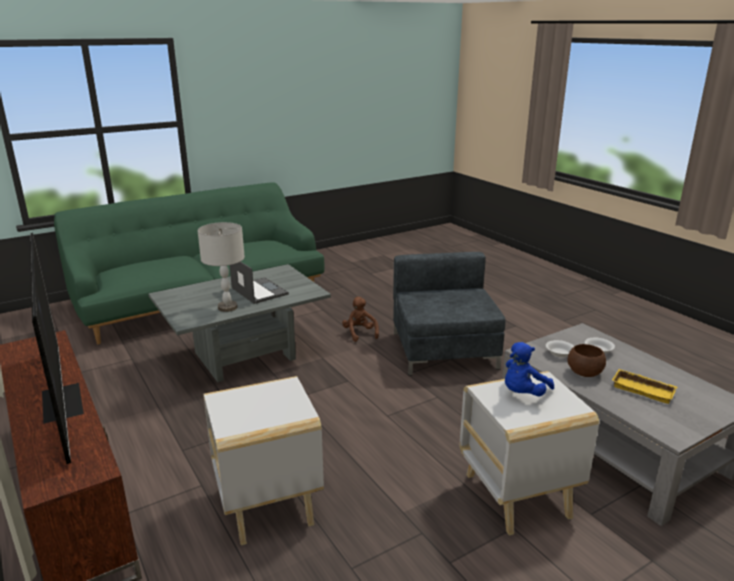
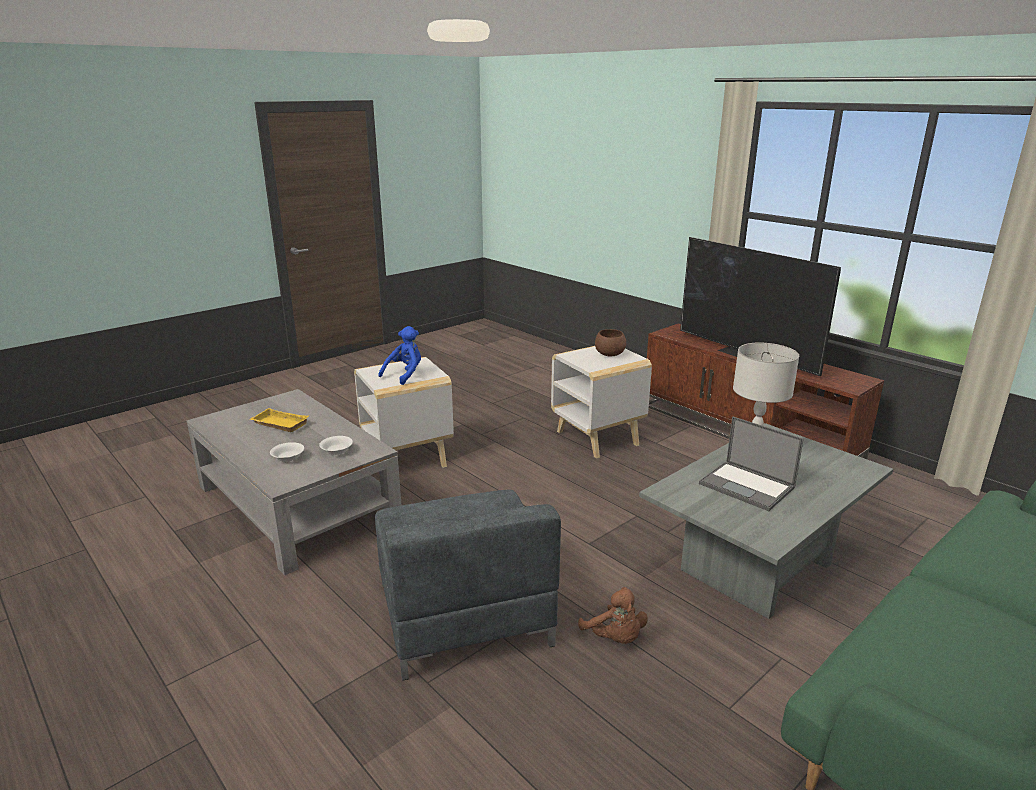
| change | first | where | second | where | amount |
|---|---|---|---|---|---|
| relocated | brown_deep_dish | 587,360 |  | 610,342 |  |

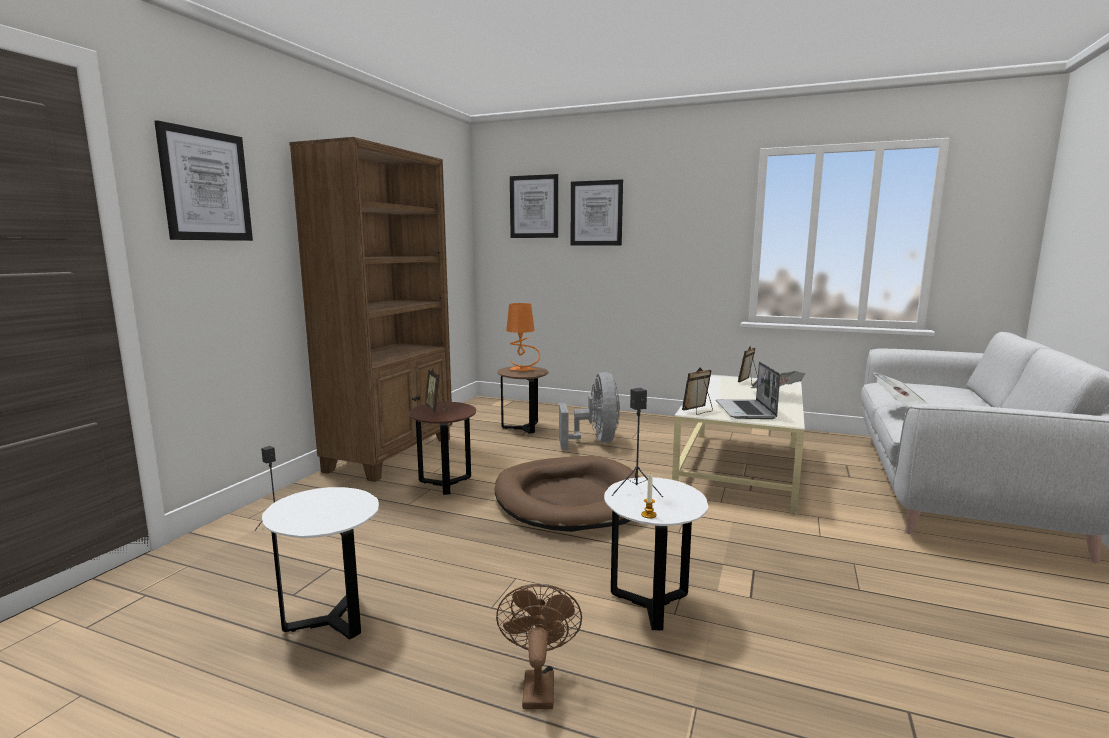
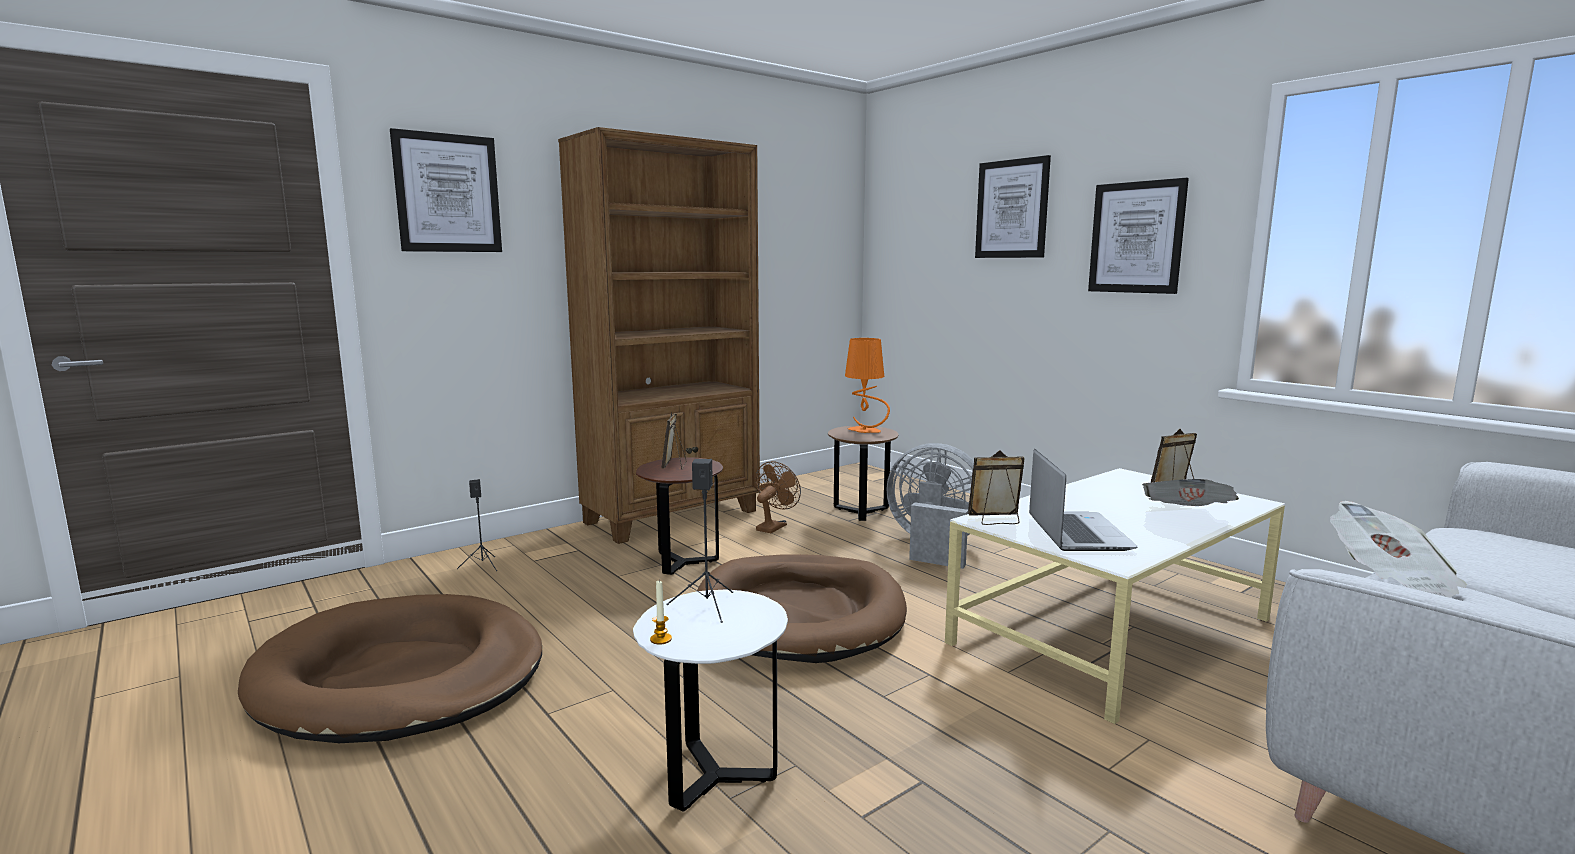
| change | first | where | second | where | amount |
|---|---|---|---|---|---|
| relocated | picture | 534,206 |  | 1138,236 |  |
| spun | notebook_computer | 748,390 |  | 1083,500 | 150 degrees clockwise |
| spun | greyish_electric_fan | 589,411 |  | 930,506 | 90 degrees counterclockwise |
| exchanged | whitish_end_table | 320,563 | brown_dog_bed | 390,668 |  |
| relocated | brown_electric_fan | 539,646 |  | 778,497 |  |

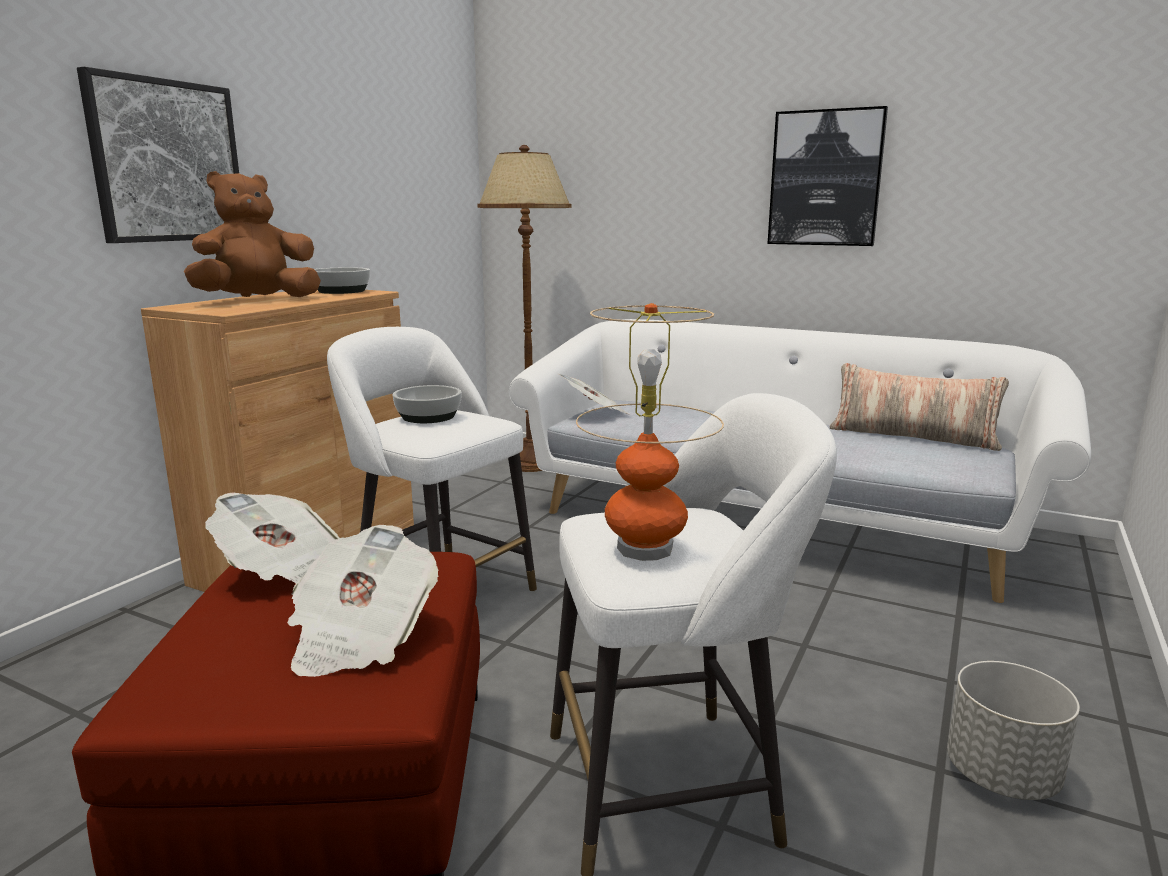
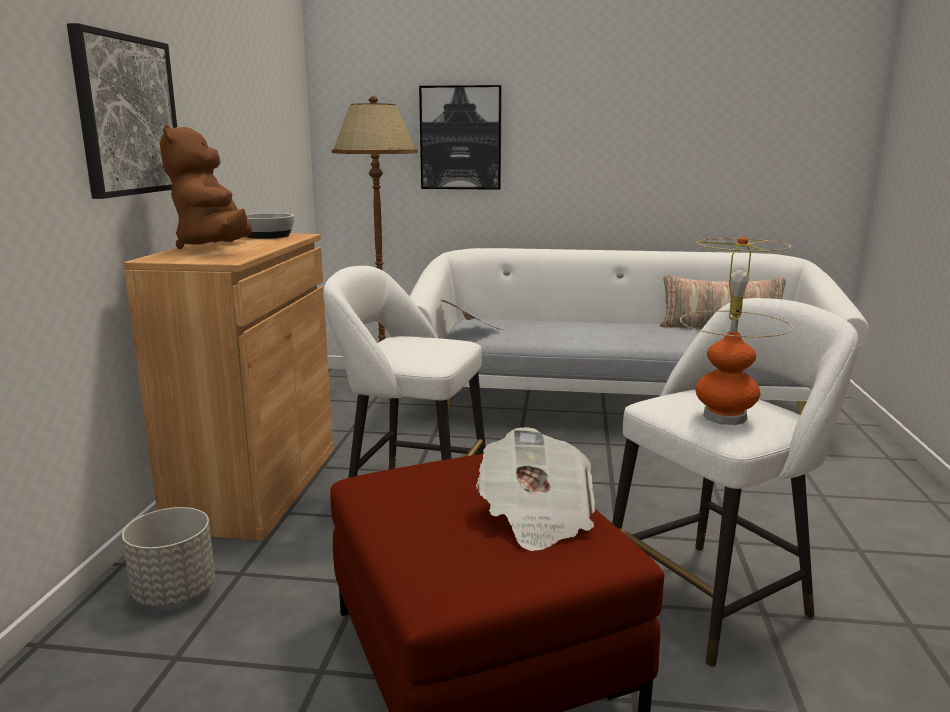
| change | first | where | second | where | amount |
|---|---|---|---|---|---|
| relocated | picture | 827,176 |  | 460,137 |  |
| spun | brown_cuddly_toy | 252,234 |  | 206,186 | 45 degrees counterclockwise |
| missing | deep_dish | 427,404 |  |  |  |
| missing | daily_paper | 272,538 |  |  |  |
| relocated | greyish_planter | 1013,730 |  | 168,556 |  |

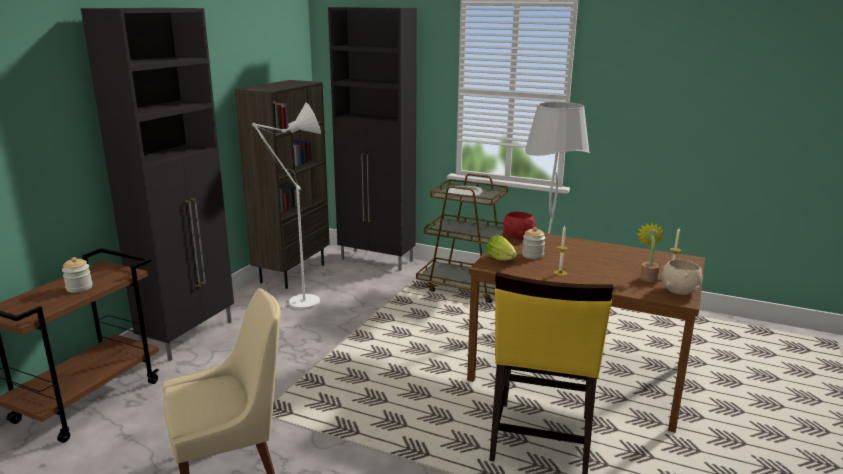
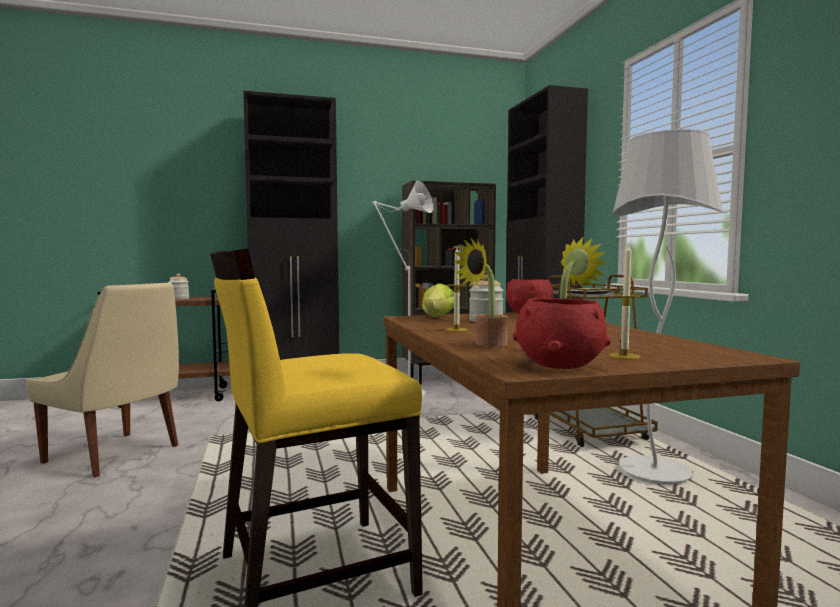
| change | first | where | second | where | amount |
|---|---|---|---|---|---|
| colour | sand-coloured_deep_dish | 682,277 | red-coloured_deep_dish | 561,333 |  |
| appeared |  |  | potted_plant | 481,292 |  |

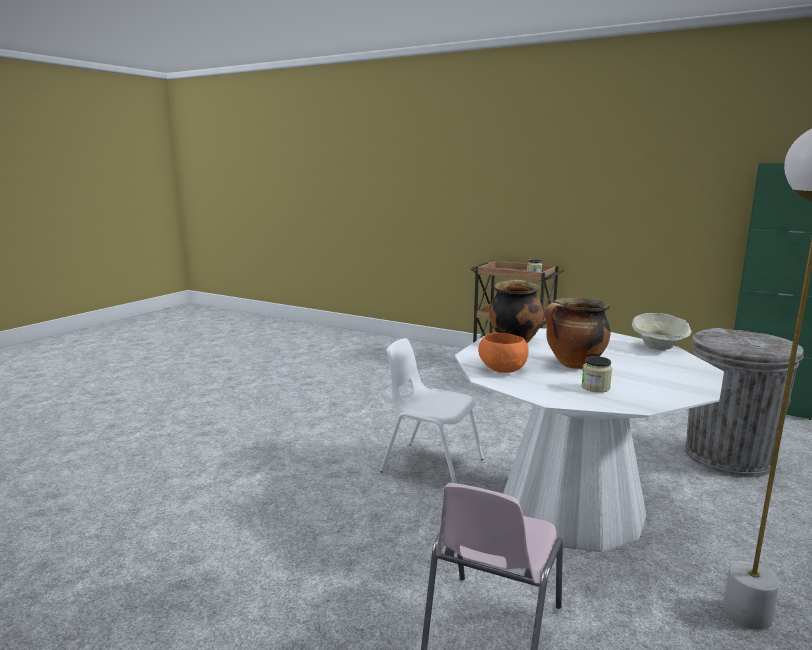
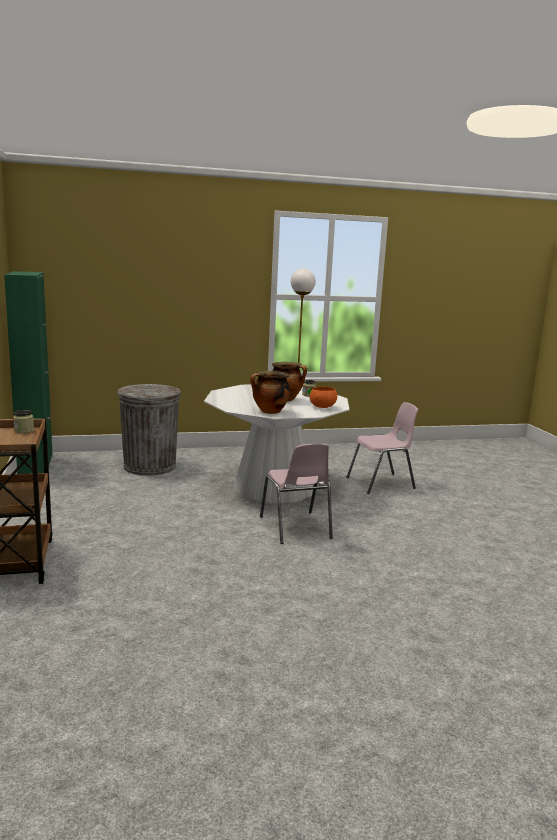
| change | first | where | second | where | amount |
|---|---|---|---|---|---|
| missing | sand-coloured_deep_dish | 661,332 |  |  |  |
| colour | whitish_plain_chair | 432,410 | pink-coloured_plain_chair | 296,493 |  |

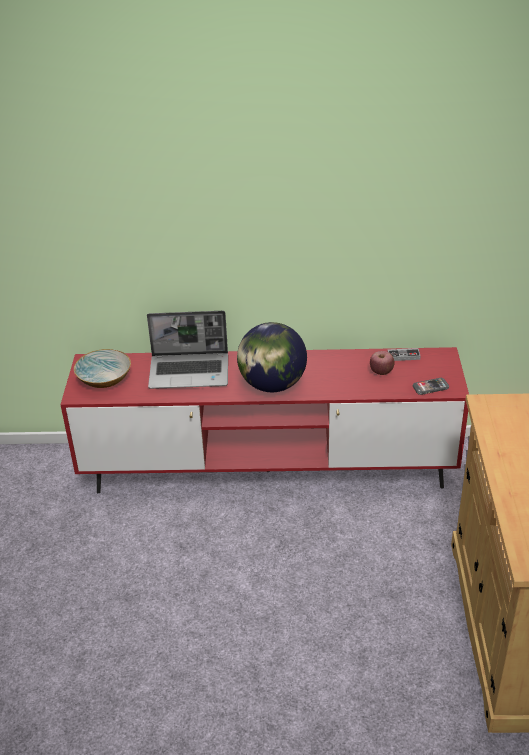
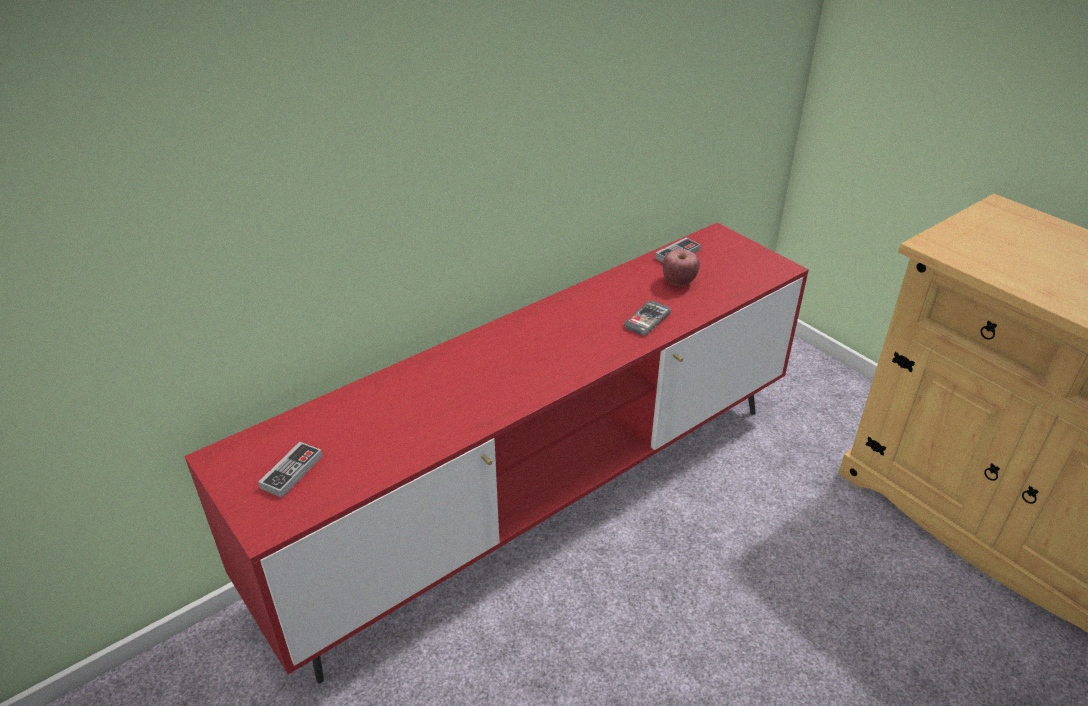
| change | first | where | second | where | amount |
|---|---|---|---|---|---|
| missing | notebook_computer | 187,350 |  |  |  |
| missing | desk_globe | 272,357 |  |  |  |
| exchanged | deep_dish | 102,368 | joypad | 290,470 |  |
| relocated | telephone | 431,386 |  | 647,318 |  |

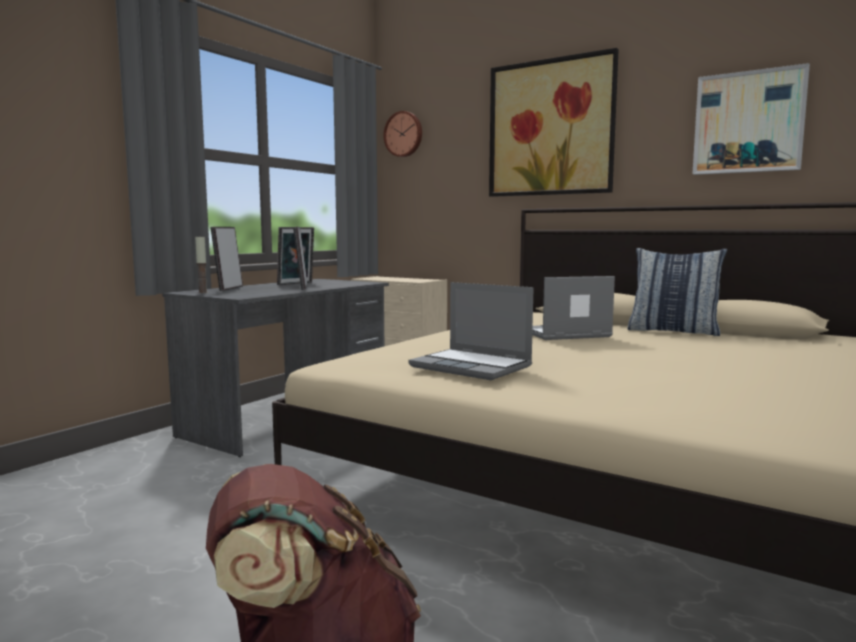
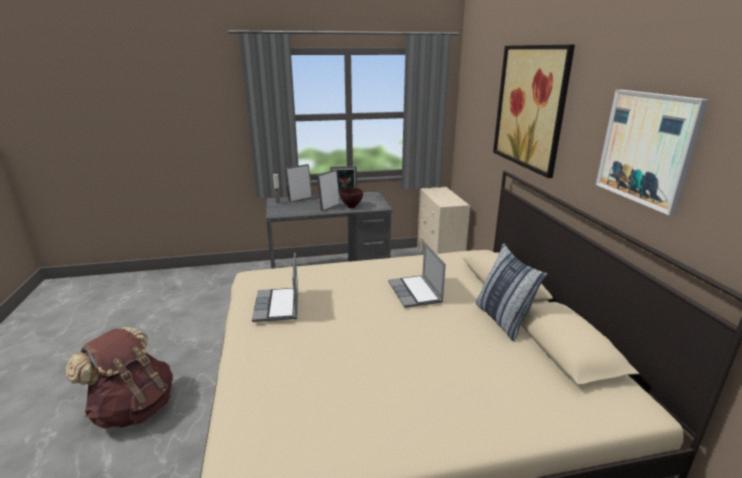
| change | first | where | second | where | amount |
|---|---|---|---|---|---|
| missing | hanging_clock | 402,134 |  |  |  |
| spun | notebook_computer | 573,308 |  | 417,275 | 135 degrees counterclockwise |
| appeared |  |  | brown_deep_dish | 351,198 |  |

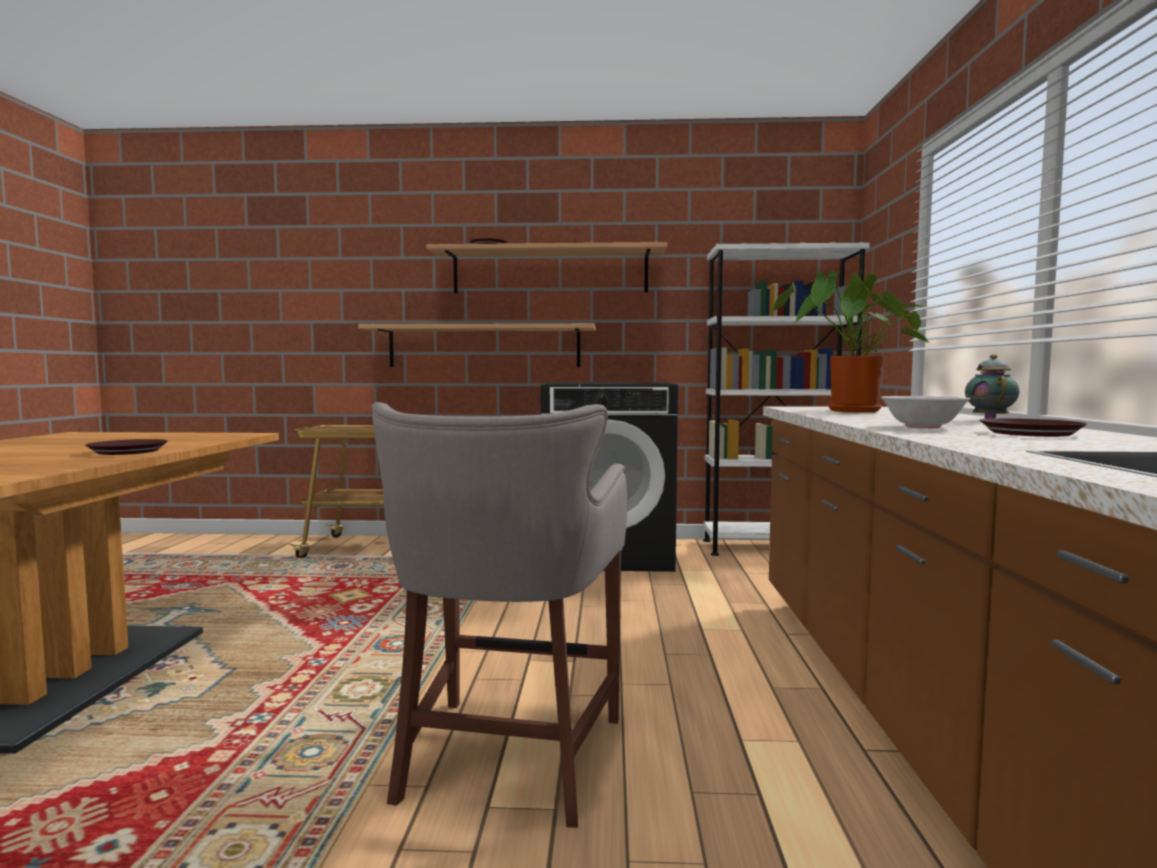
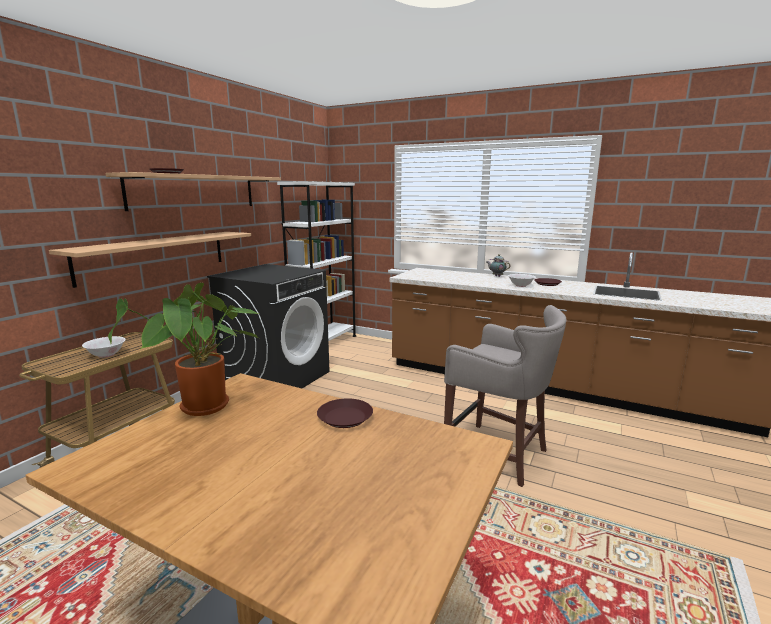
| change | first | where | second | where | amount |
|---|---|---|---|---|---|
| relocated | potted_plant | 851,341 |  | 183,349 |  |
| appeared |  |  | whitish_deep_dish | 104,347 |  |

